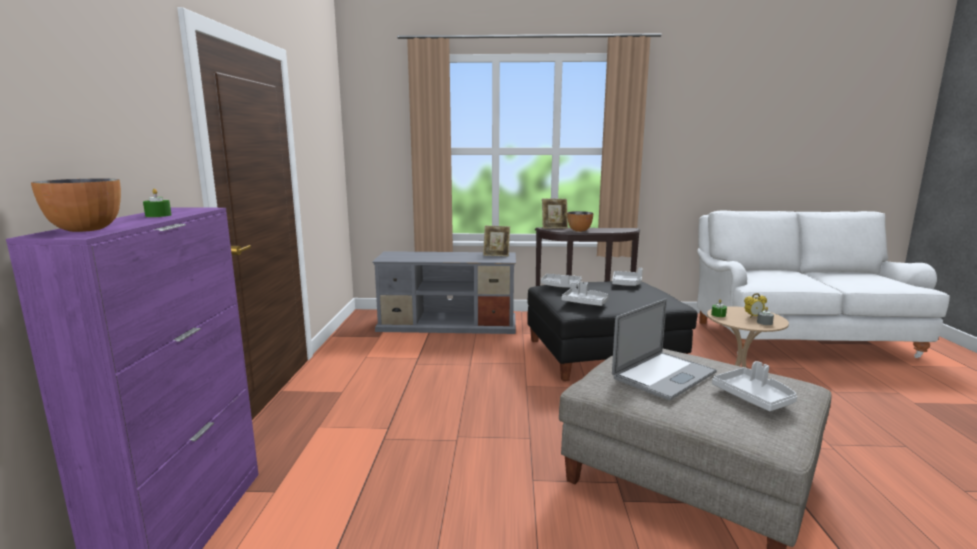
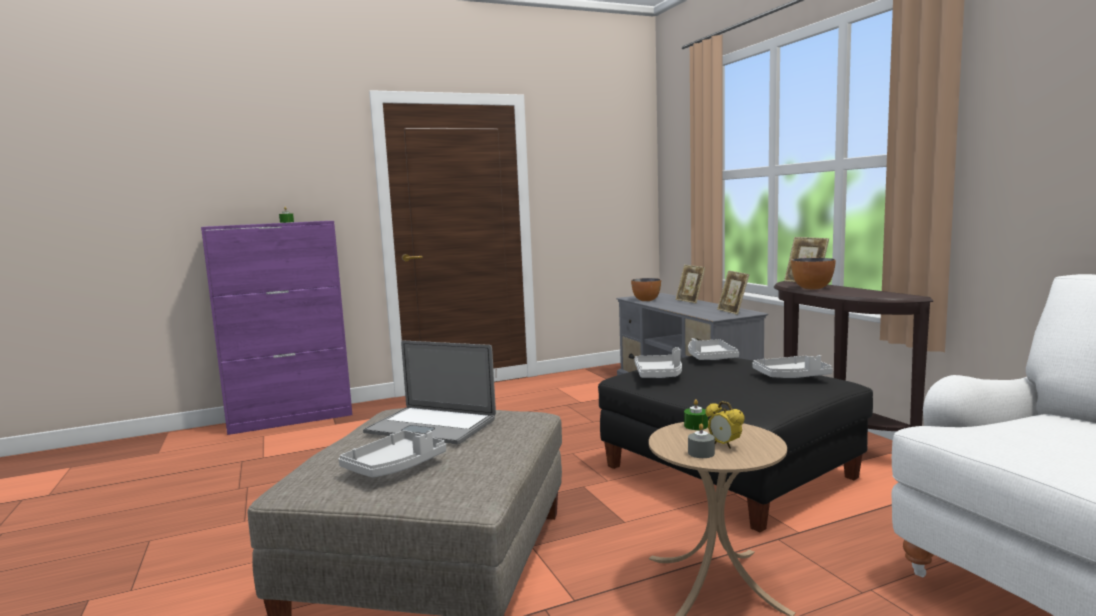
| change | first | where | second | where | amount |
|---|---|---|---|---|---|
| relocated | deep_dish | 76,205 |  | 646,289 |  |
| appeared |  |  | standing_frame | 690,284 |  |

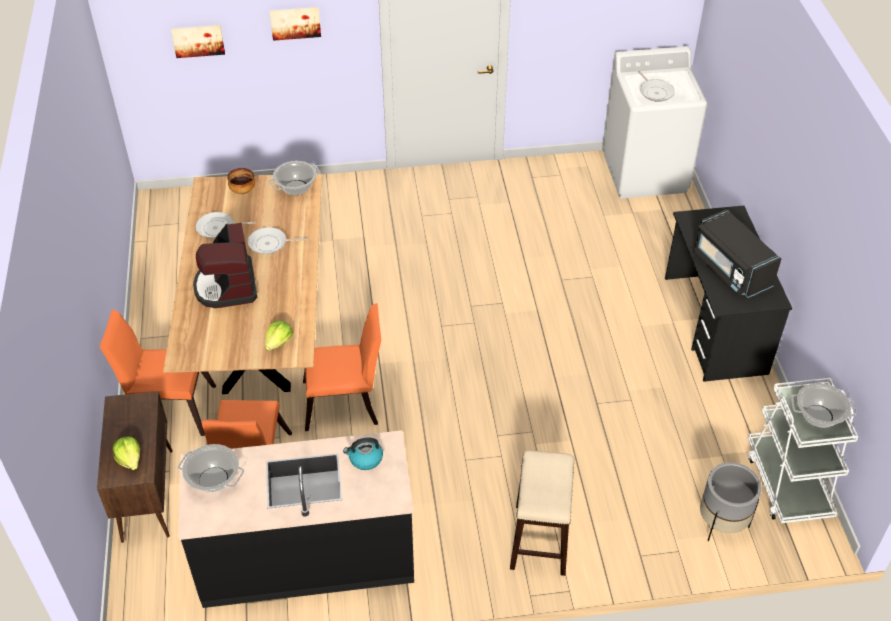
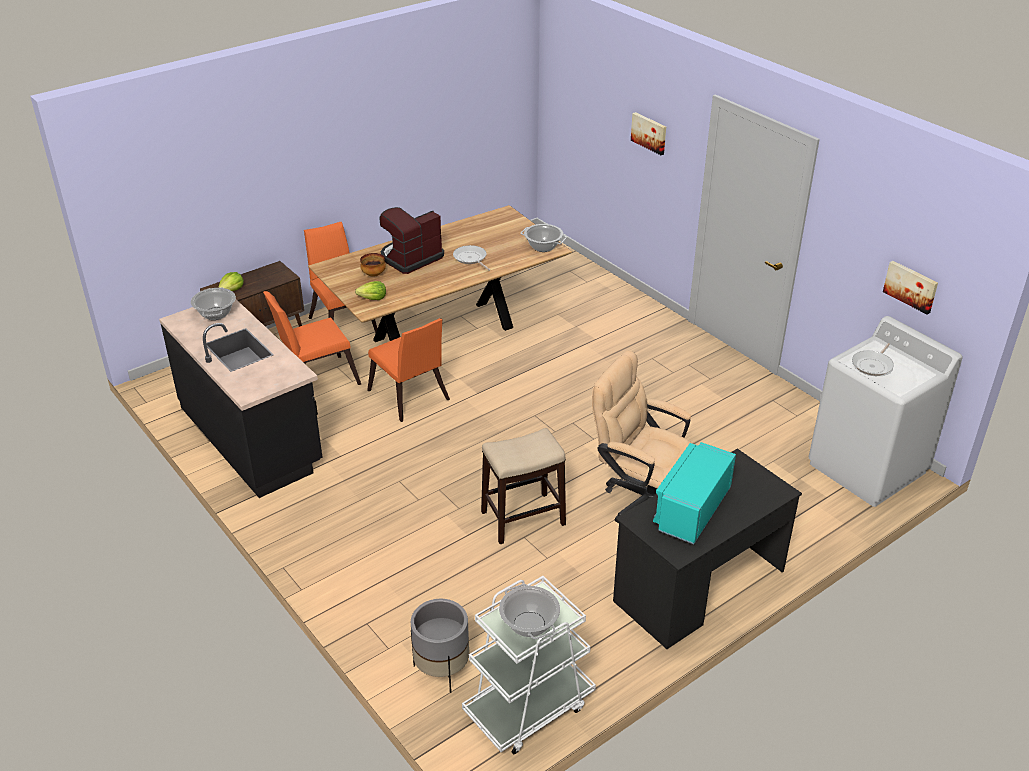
| change | first | where | second | where | amount |
|---|---|---|---|---|---|
| relocated | picture | 198,41 |  | 910,288 |  |
| relocated | deep_dish | 241,181 |  | 373,265 |  |
| colour | blackish_kitchen_microwave | 737,253 | blue-green_kitchen_microwave | 694,493 |  |
| missing | frying_pan | 225,225 |  |  |  |
| missing | kettle | 363,453 |  |  |  |
| relocated | stool | 542,513 |  | 523,486 |  |
| appeared |  |  | sand-coloured_computer_chair | 642,437 |  |

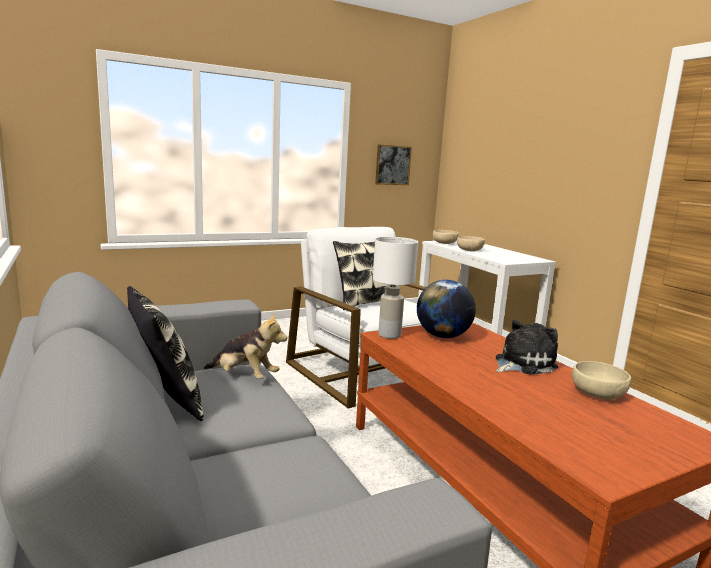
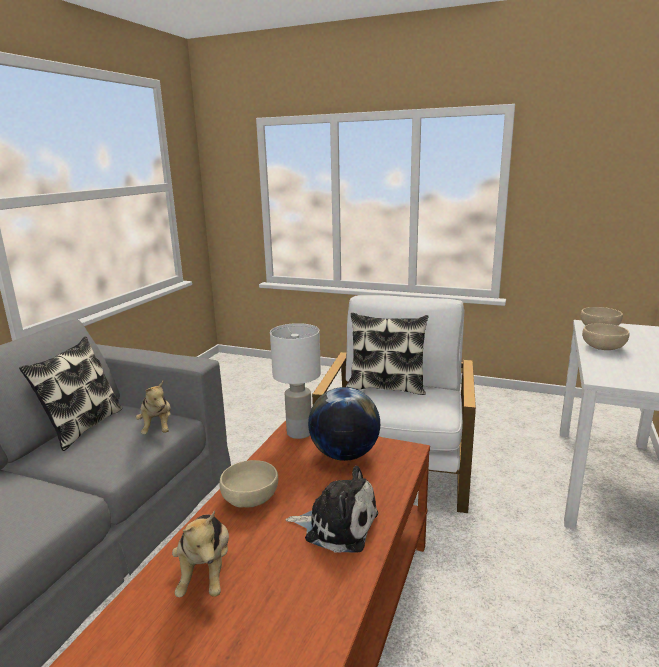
| change | first | where | second | where | amount |
|---|---|---|---|---|---|
| missing | picture | 393,164 |  |  |  |
| relocated | sand-coloured_deep_dish | 601,380 |  | 248,484 |  |
| appeared |  |  | cuddly_toy | 200,553 |  |

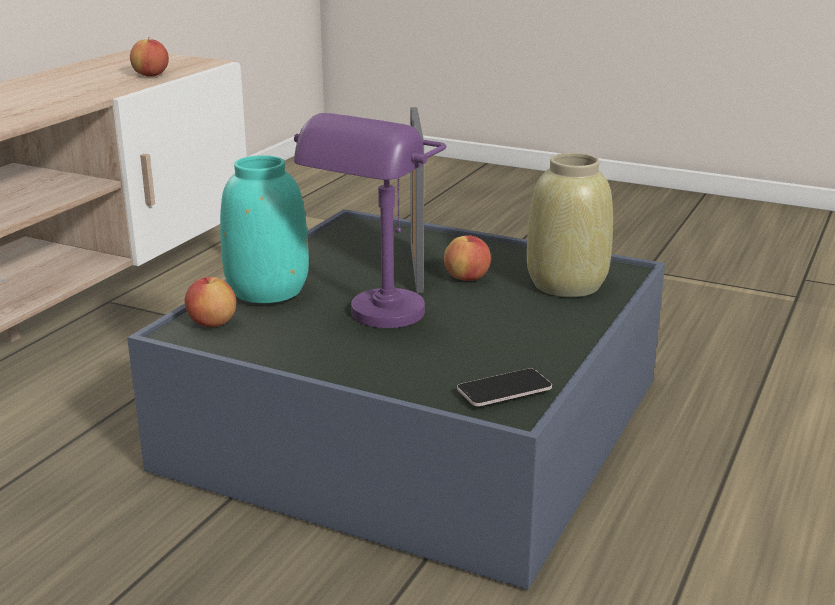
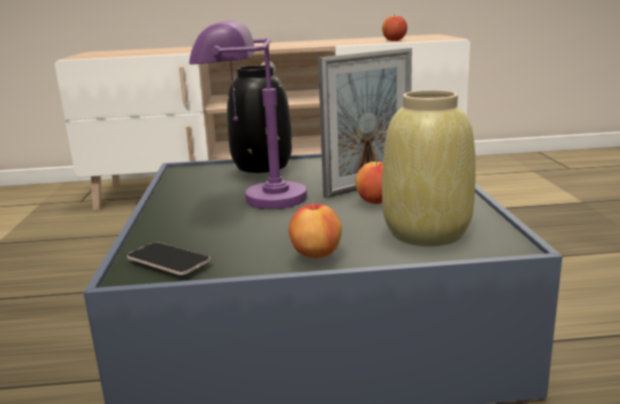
| change | first | where | second | where | amount |
|---|---|---|---|---|---|
| colour | blue-green_flower_vase | 264,229 | blackish_flower_vase | 259,119 |  |
| relocated | apple_fruit | 210,301 |  | 315,229 |  |

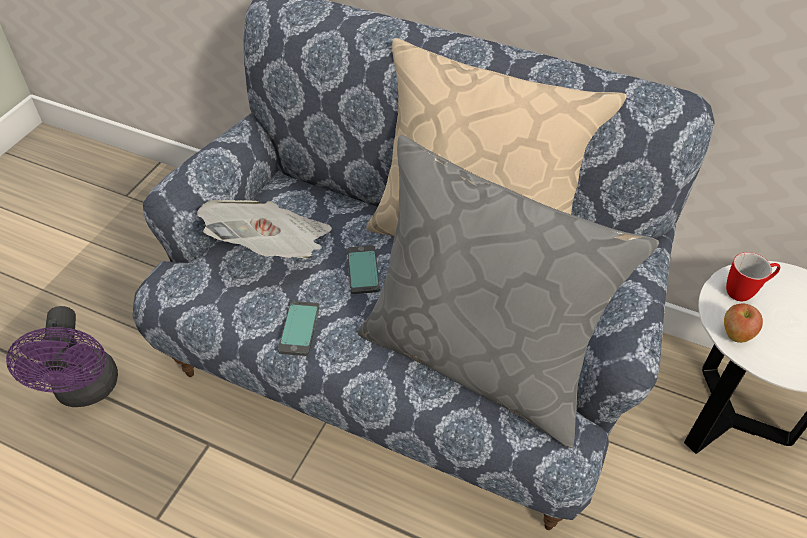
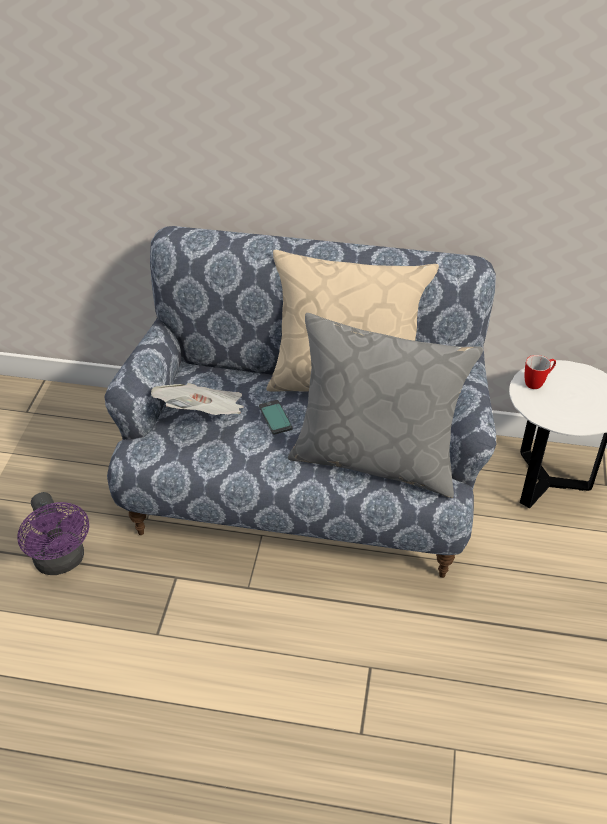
| change | first | where | second | where | amount |
|---|---|---|---|---|---|
| missing | telephone | 298,328 |  |  |  |
| missing | apple_fruit | 743,323 |  |  |  |

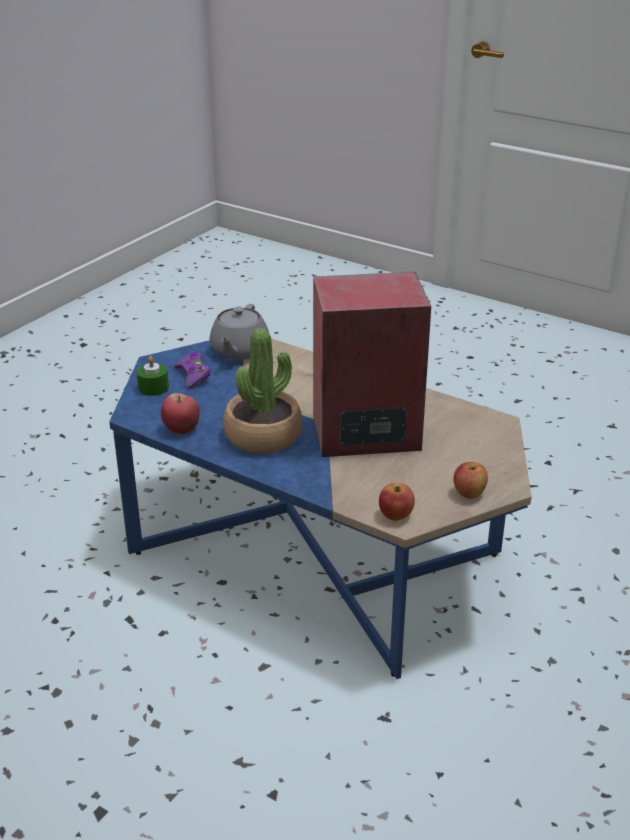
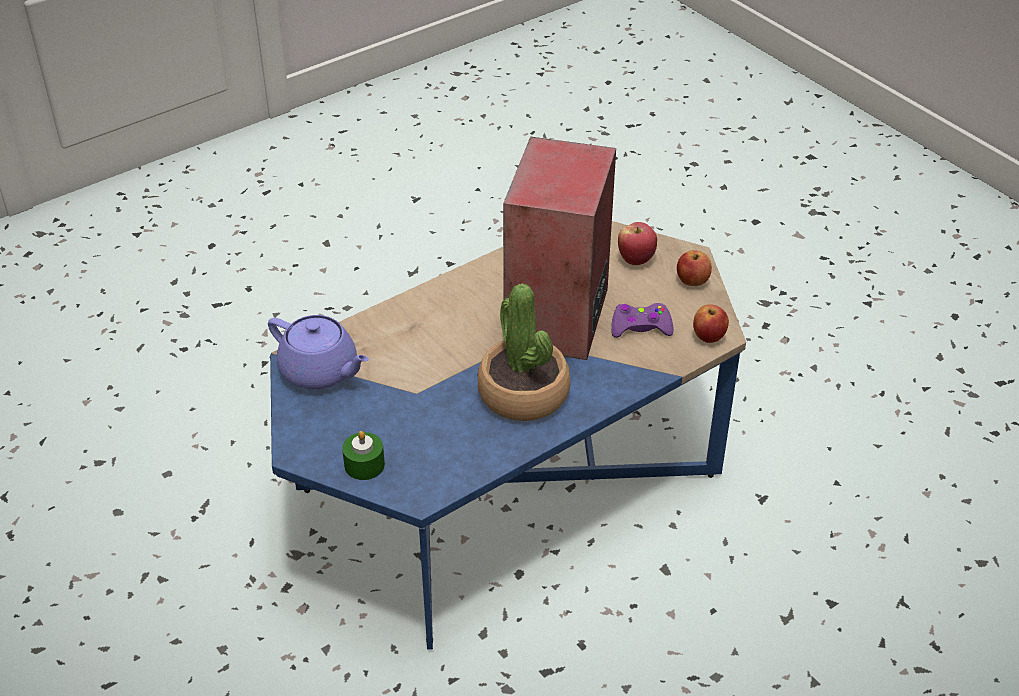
| change | first | where | second | where | amount |
|---|---|---|---|---|---|
| colour | greyish_tea_pot | 239,332 | purple_tea_pot | 318,352 |  |
| relocated | purple_joypad | 192,370 |  | 642,320 |  |
| relocated | apple_fruit | 180,413 |  | 637,243 |  |

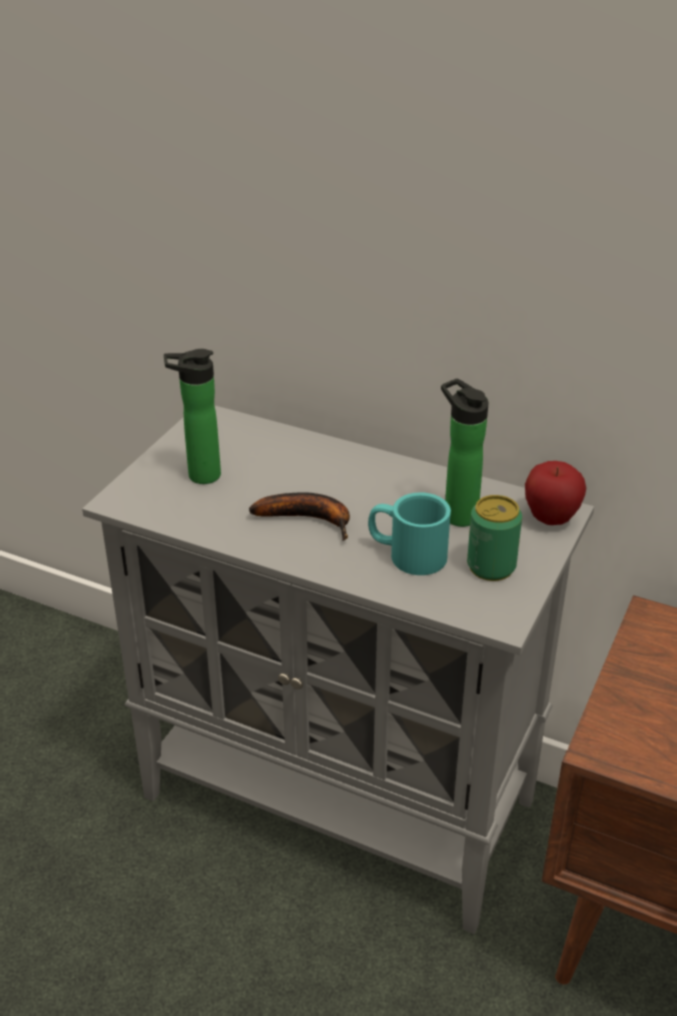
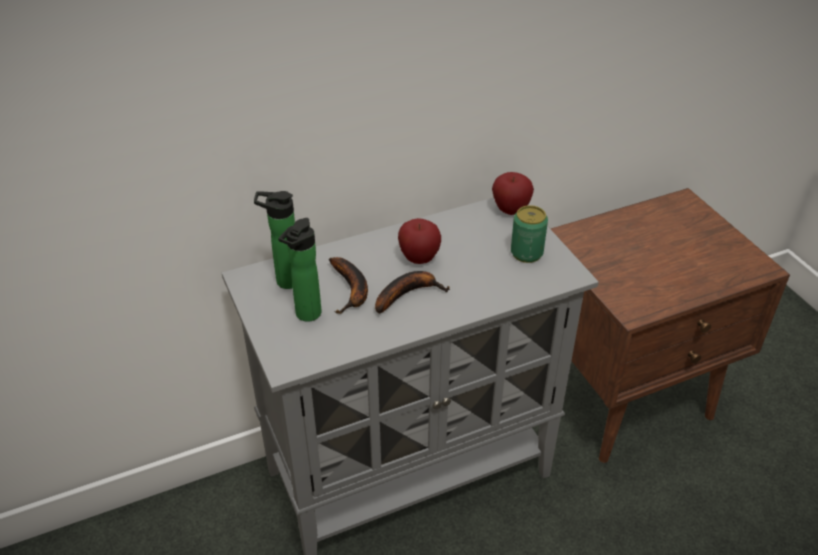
| change | first | where | second | where | amount |
|---|---|---|---|---|---|
| relocated | drink_bottle | 464,452 |  | 274,240 |  |
| missing | blue-green_mug | 409,533 |  |  |  |
| appeared |  |  | apple_fruit | 419,241 |  |
| appeared |  |  | banana | 348,285 |  |

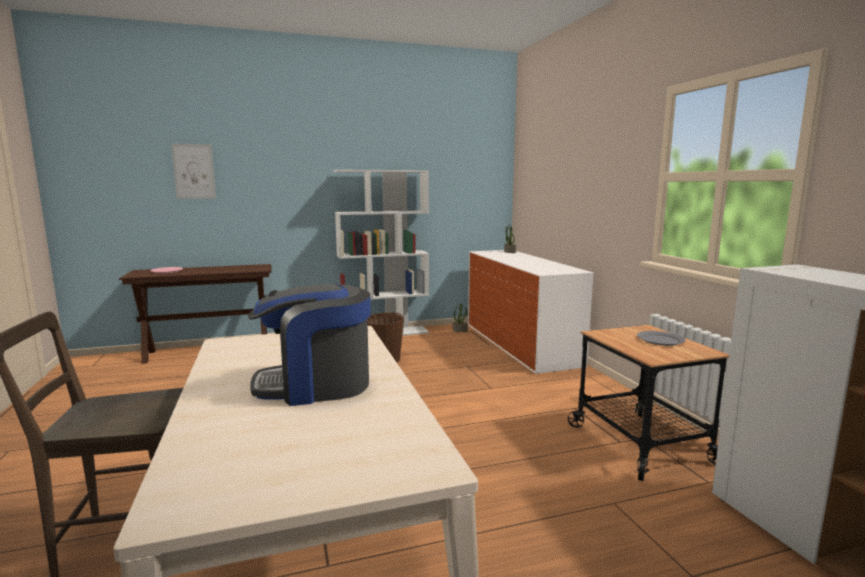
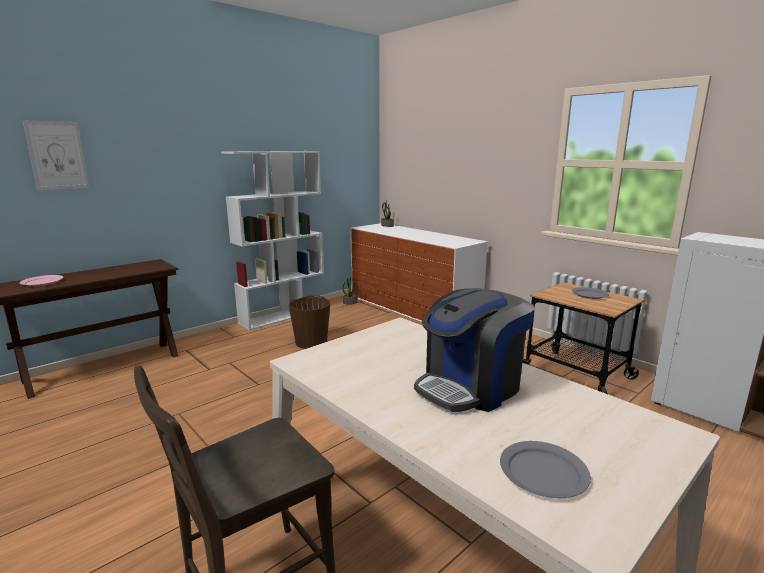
| change | first | where | second | where | amount |
|---|---|---|---|---|---|
| appeared |  |  | greyish_dinner_plate | 545,469 |  |

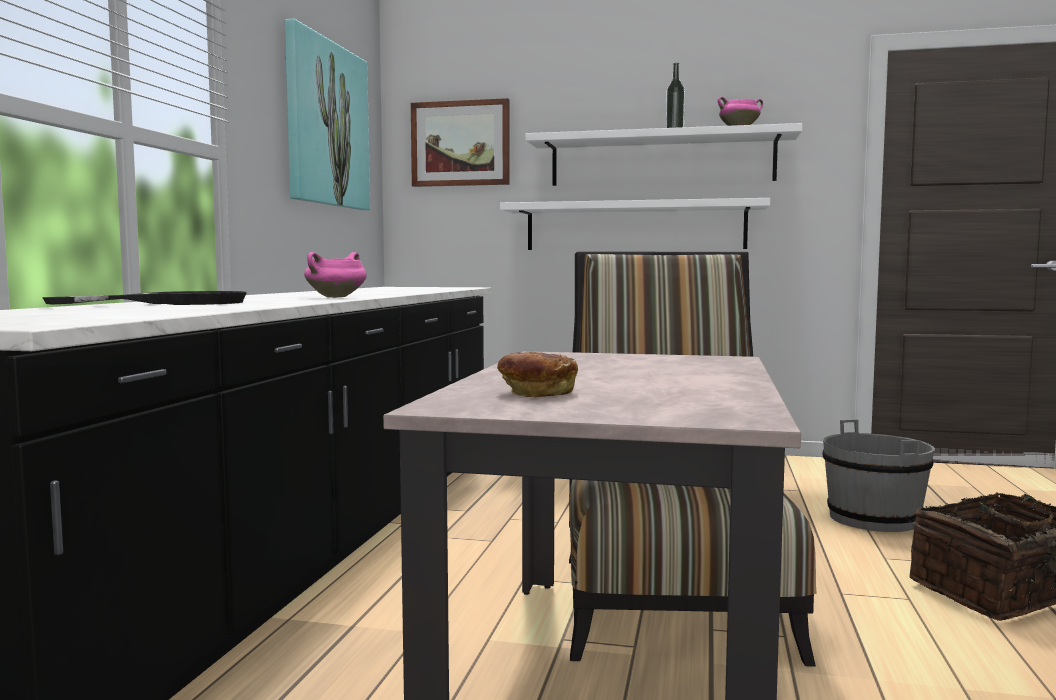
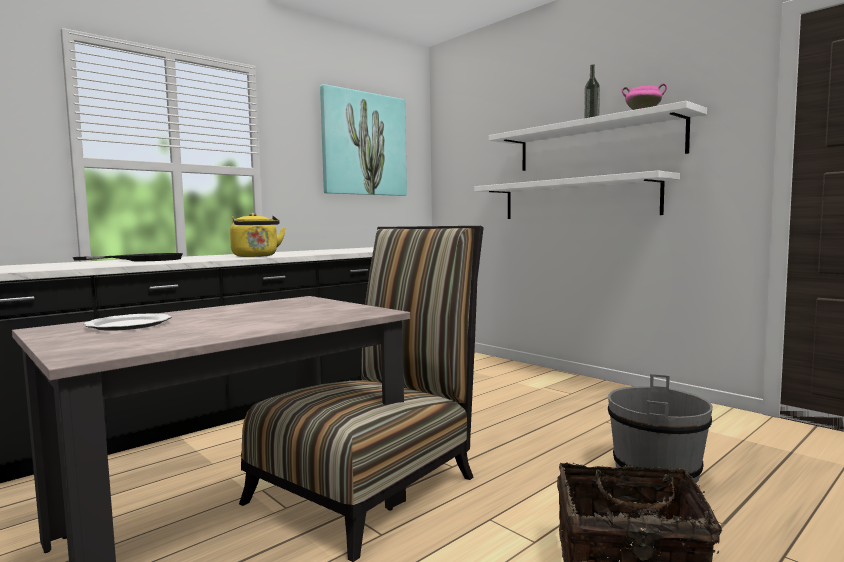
| change | first | where | second | where | amount |
|---|---|---|---|---|---|
| missing | picture | 460,142 |  |  |  |
| exchanged | pink-coloured_saucepot | 335,275 | yellowish_kettle | 257,235 |  |
| exchanged | bread | 537,374 | dinner_plate | 127,322 |  |

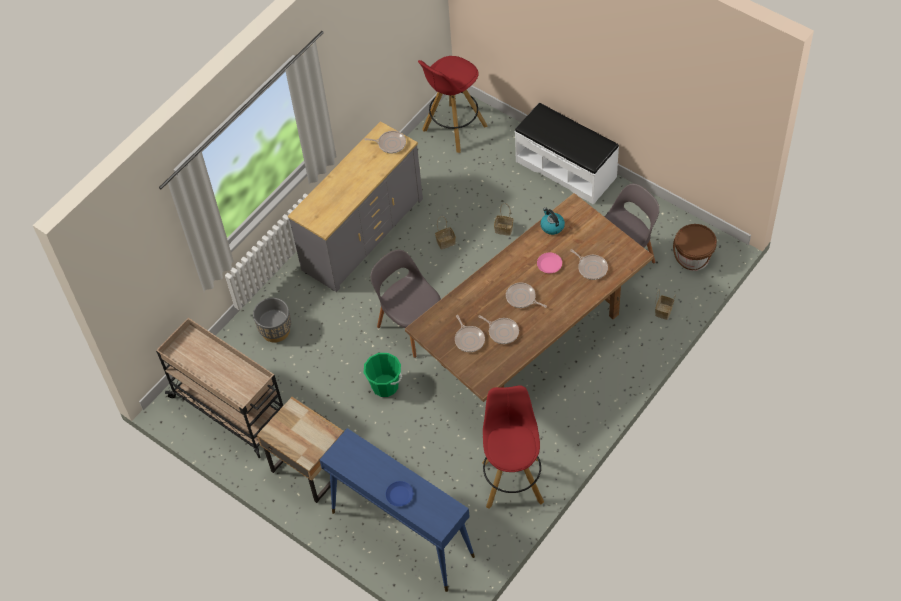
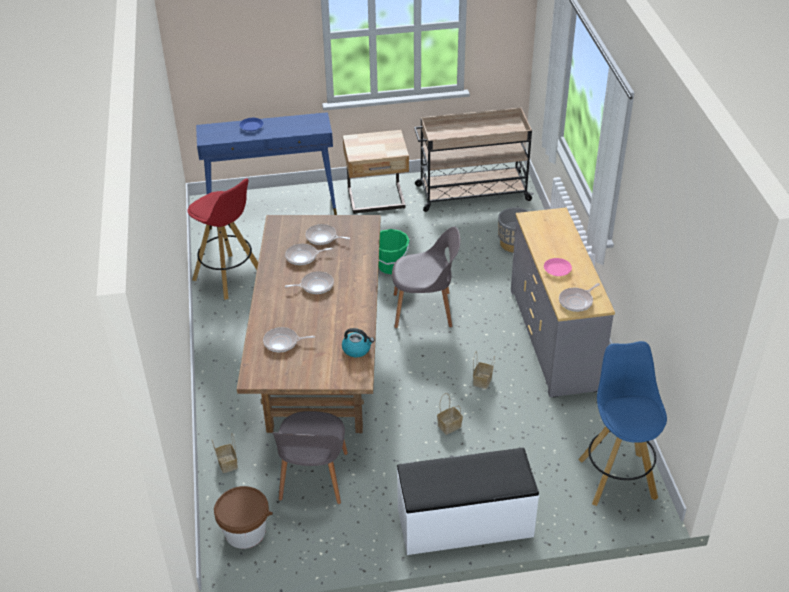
| change | first | where | second | where | amount |
|---|---|---|---|---|---|
| colour | red-coloured_stool | 453,104 | bluish_stool | 622,423 |  |
| relocated | pink-coloured_dinner_plate | 549,263 |  | 558,267 |  |

